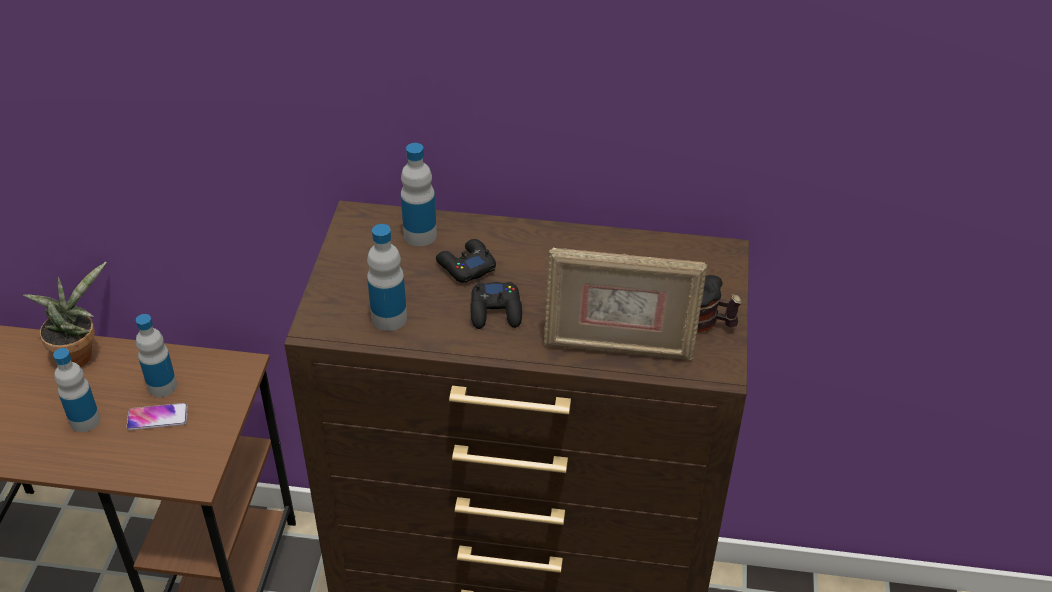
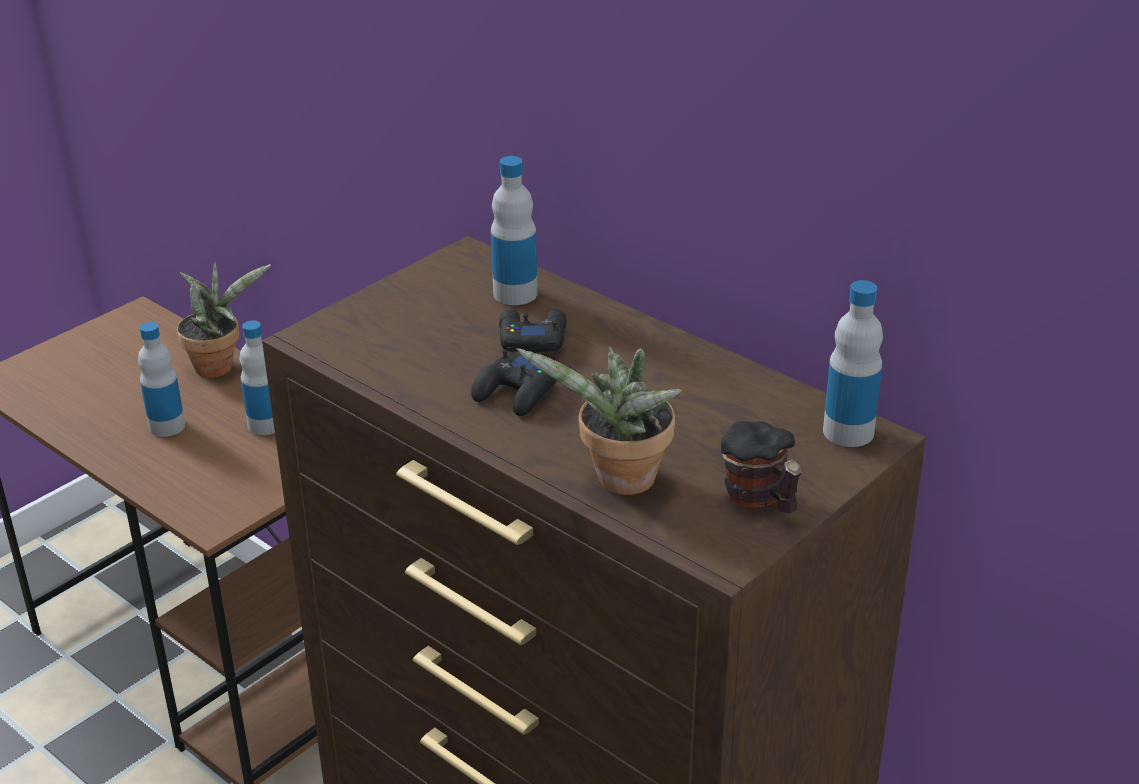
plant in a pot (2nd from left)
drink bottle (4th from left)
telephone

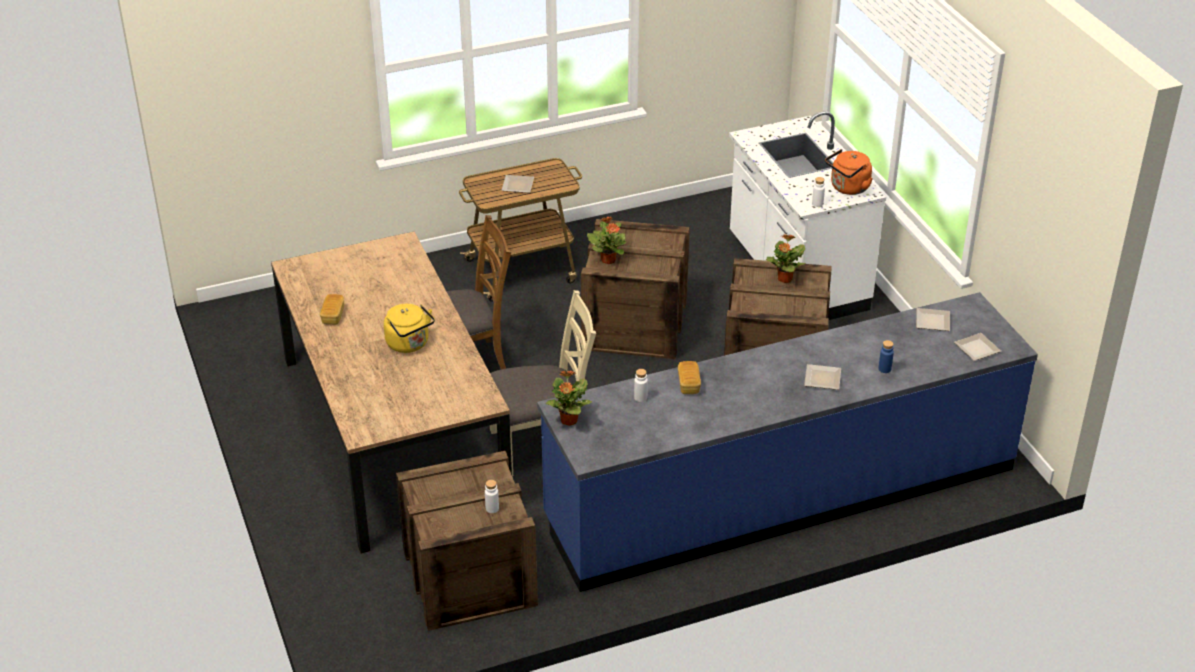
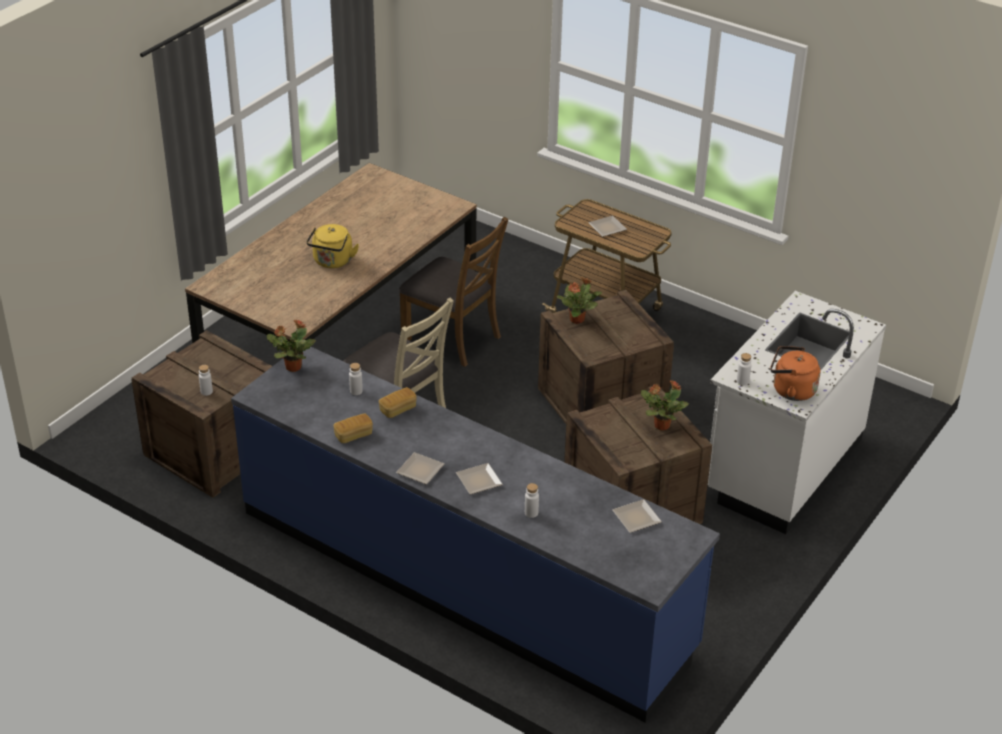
baked bread (1st from left)
dinner plate (1st from left)
drink bottle (white) (3rd from left)

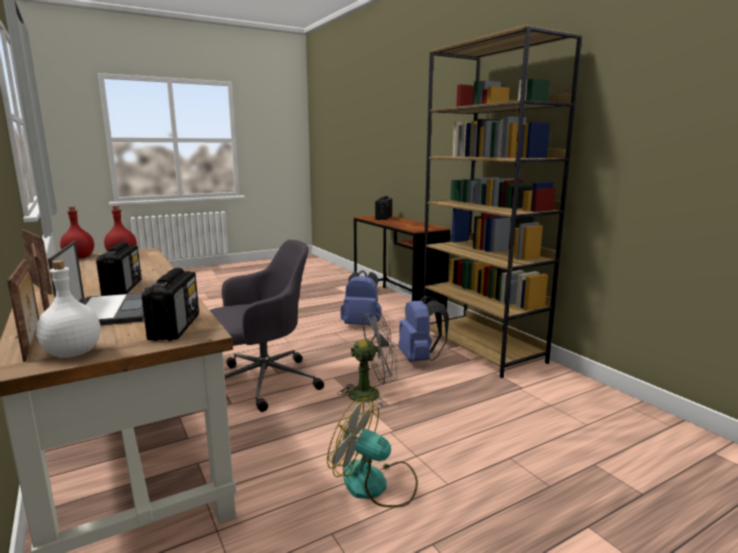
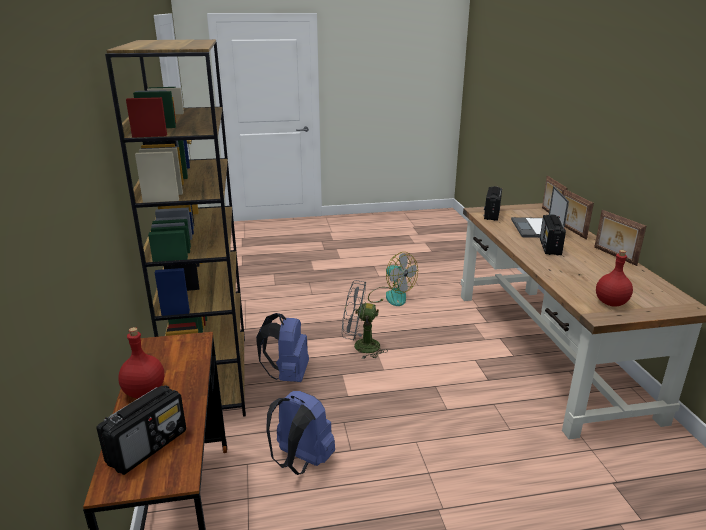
drink bottle (reddish) (1st from left)
drink bottle (white)
computer chair (grey)

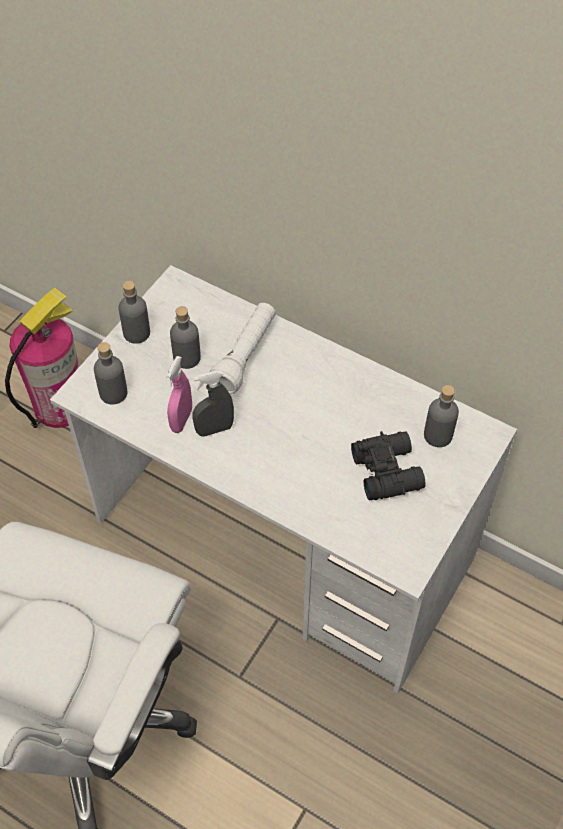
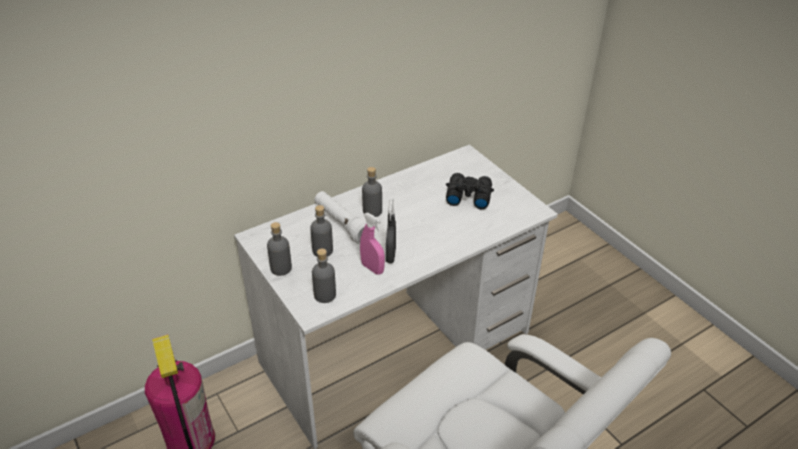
drink bottle (grey) (4th from left)

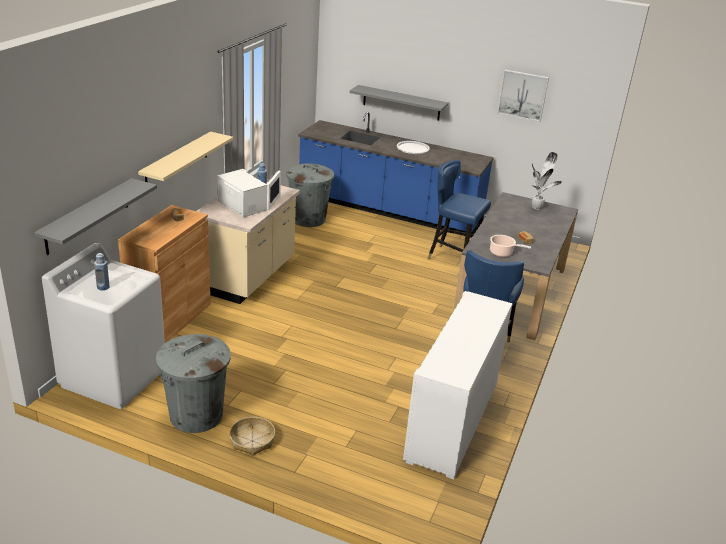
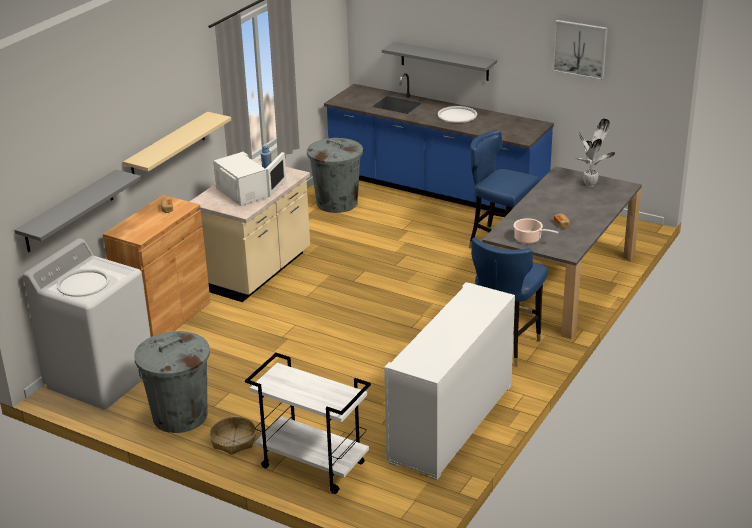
tray (white) (1st from left)
trolley (white)

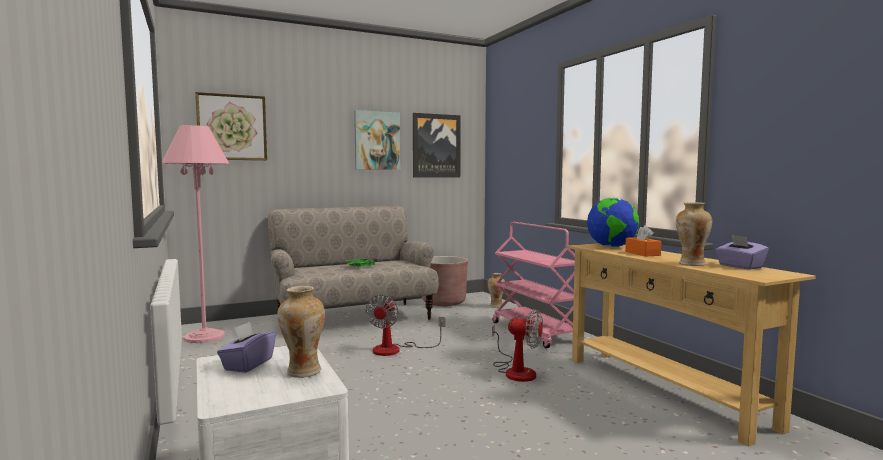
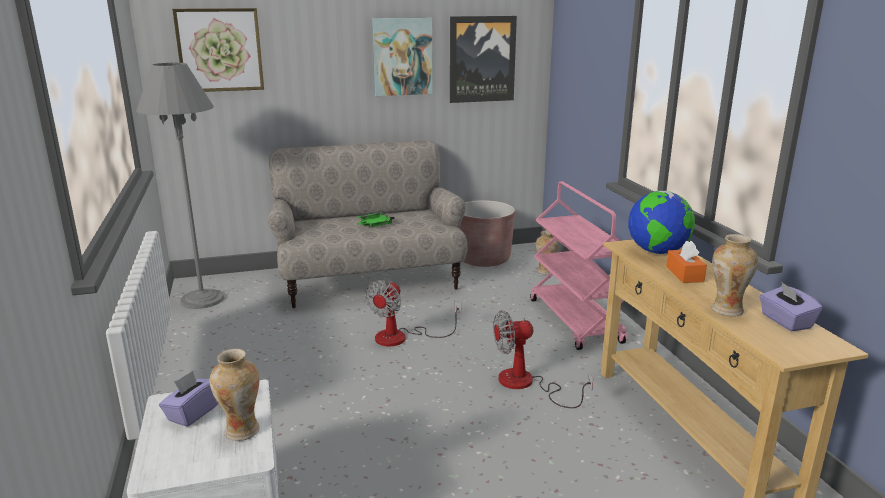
floor lamp (grey)
electric fan (2nd from left)

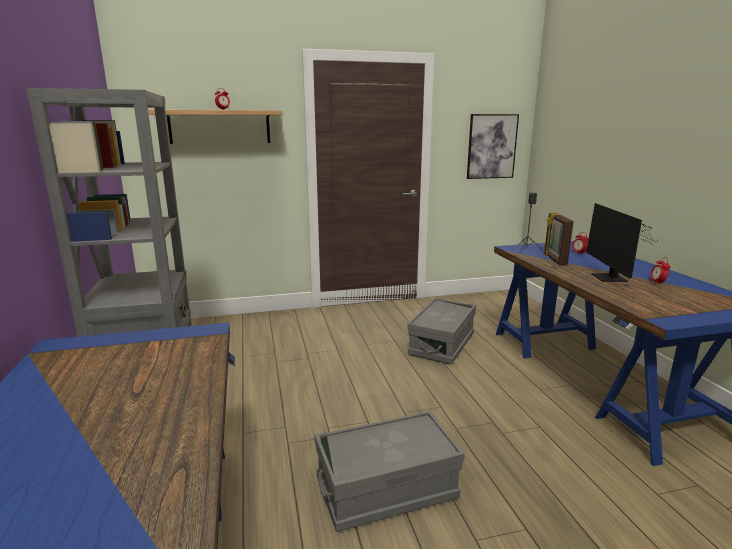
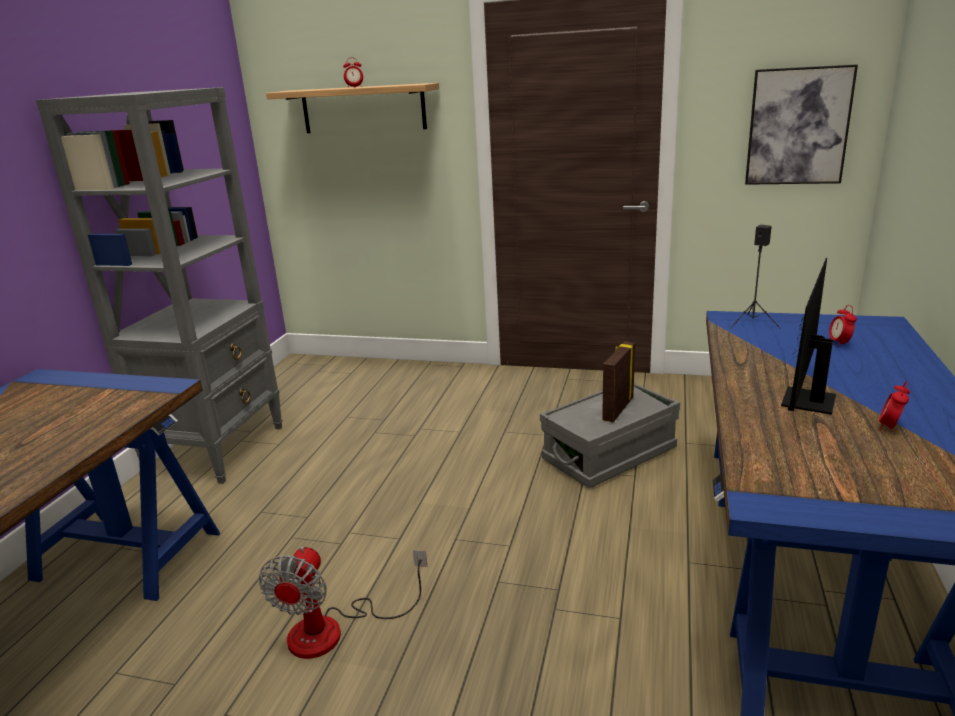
electric fan
photo frame

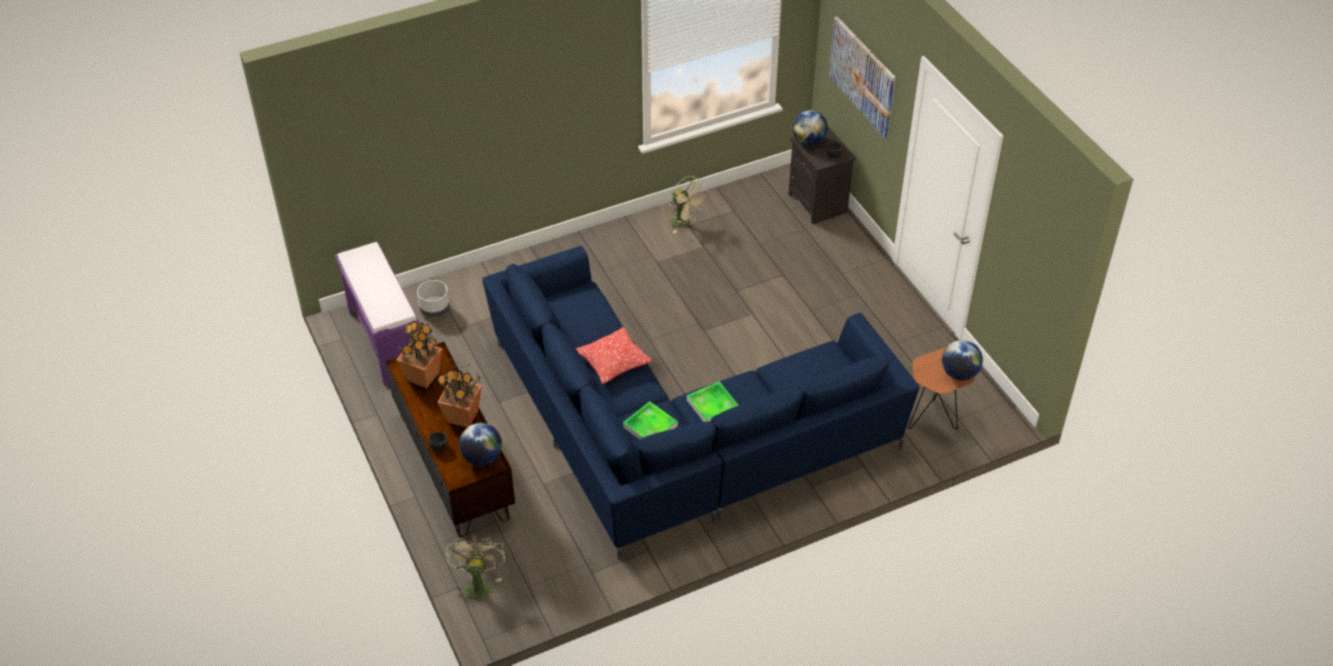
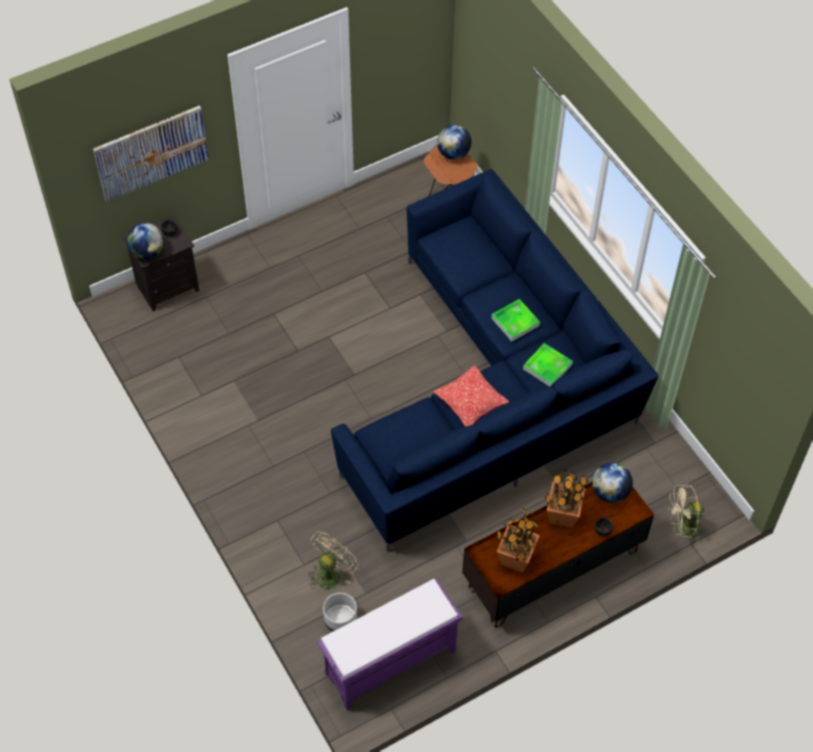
electric fan (sand-coloured) (1st from left)

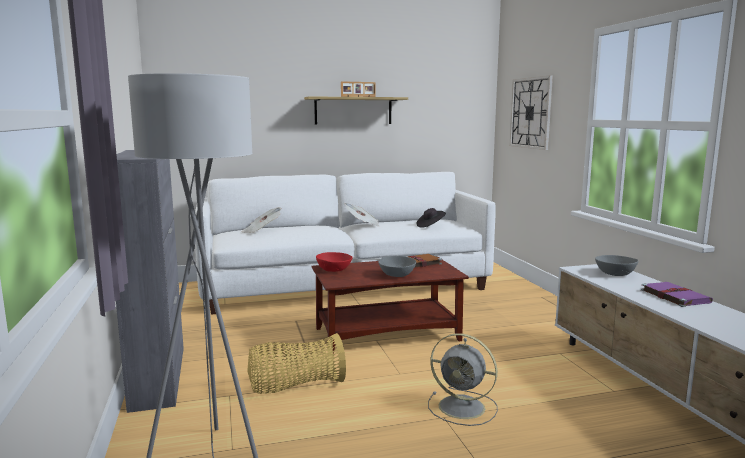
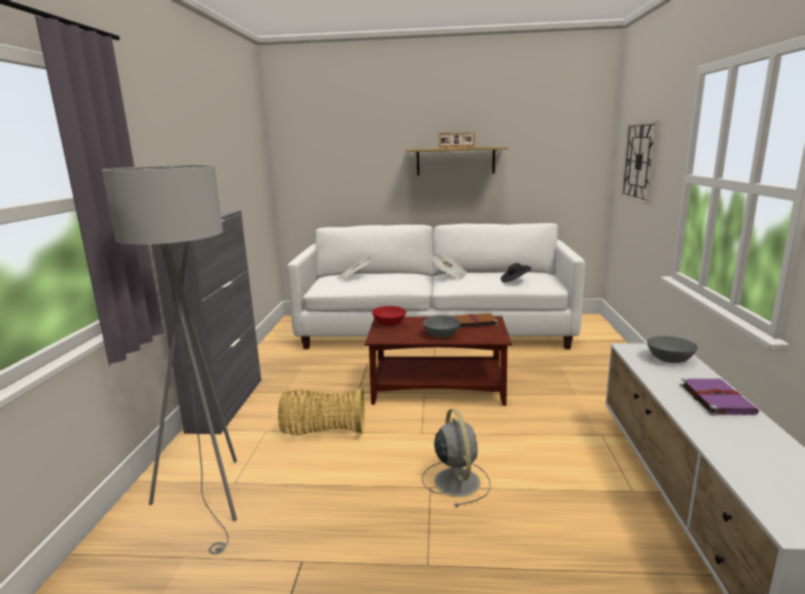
electric fan (grey)

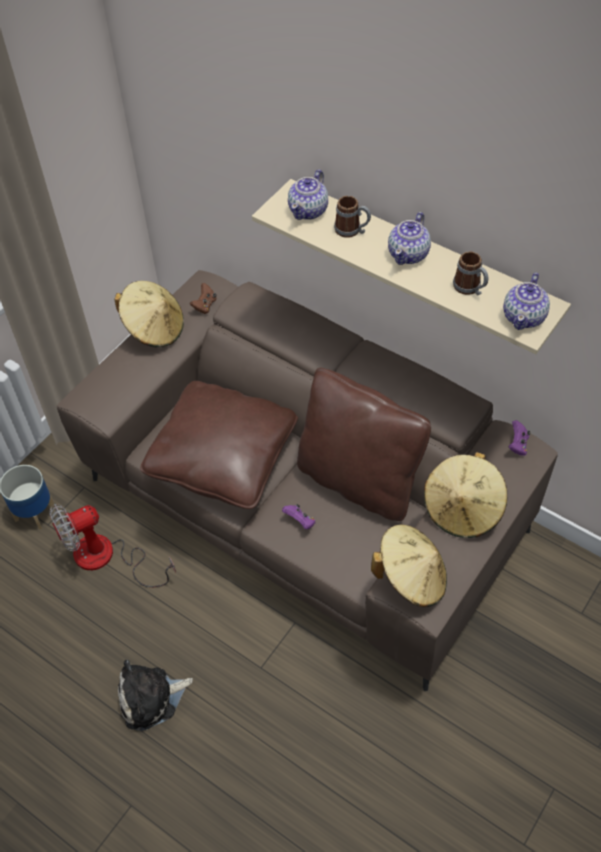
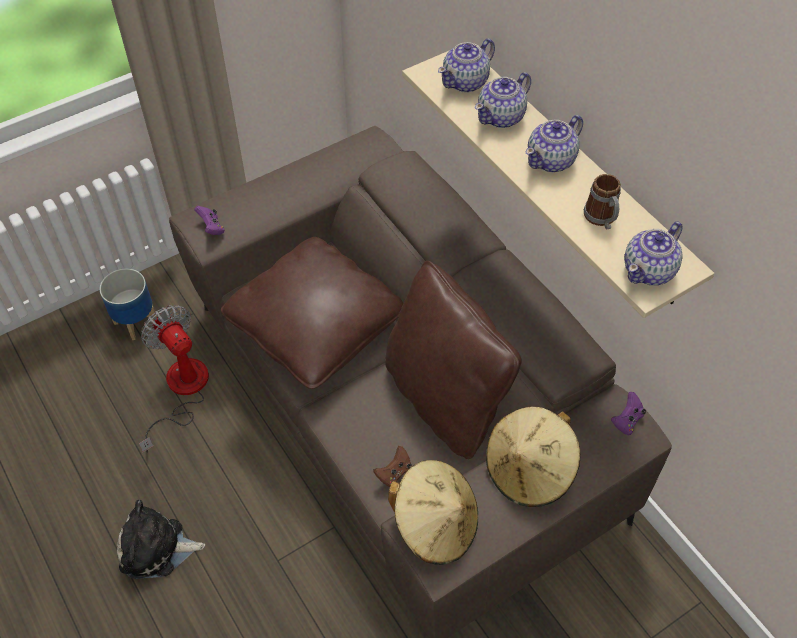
electric fan
joypad (purple) (1st from left)
joypad (brown-coloured)
pot for tea (2nd from left)
wearable hat (sand-coloured) (1st from left in the first image)

